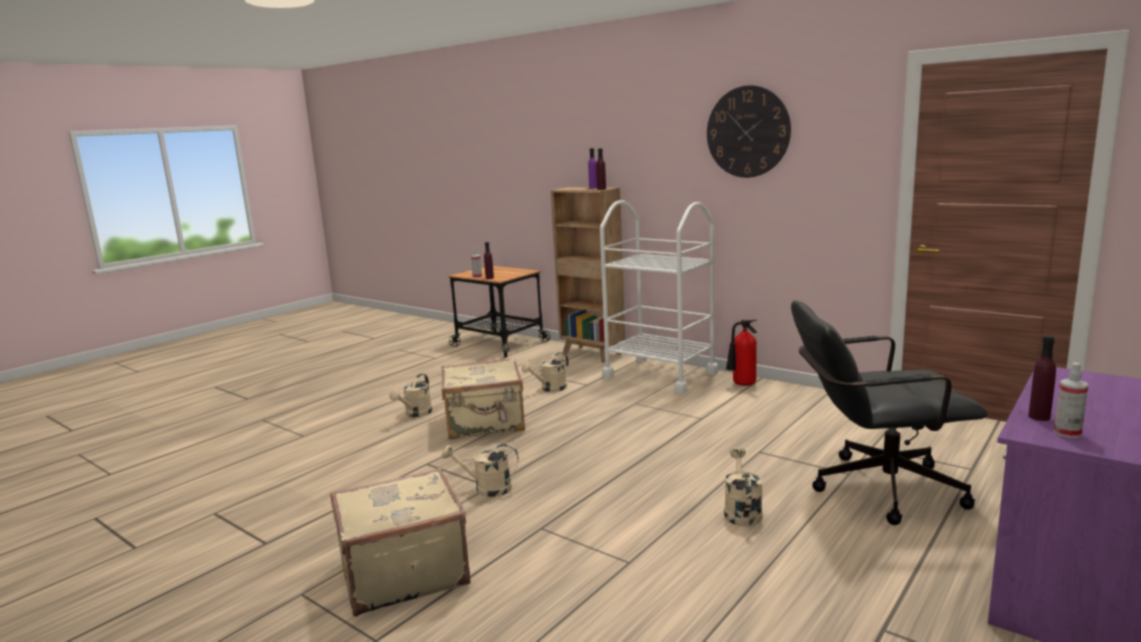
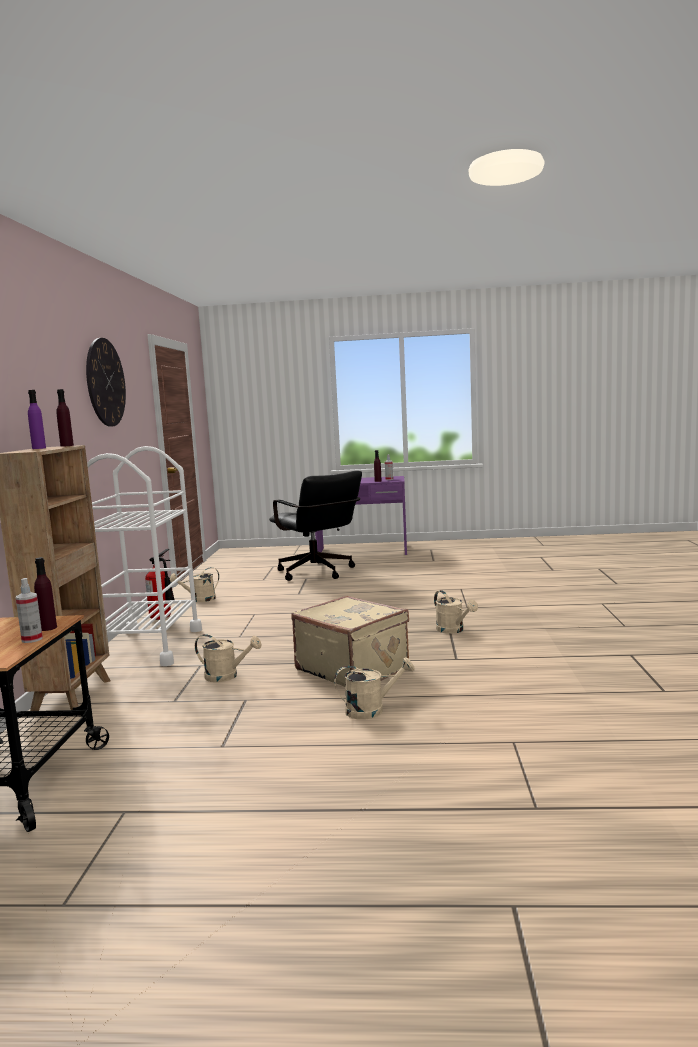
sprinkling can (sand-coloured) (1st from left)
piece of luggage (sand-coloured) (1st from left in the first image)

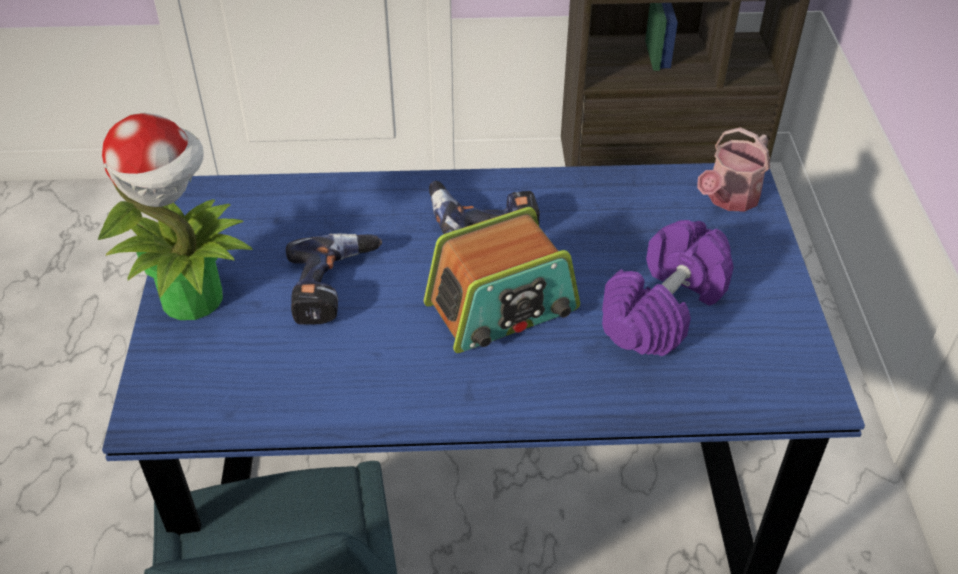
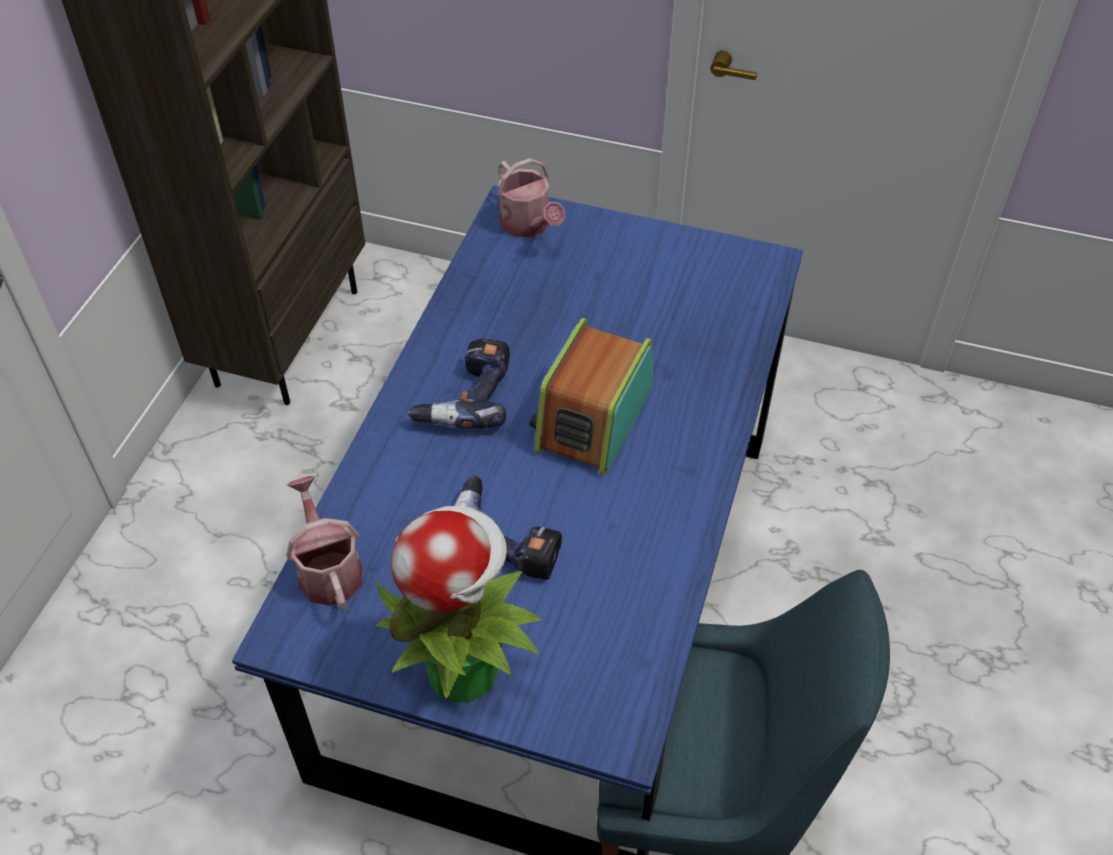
sprinkling can (1st from left)
radio
hand weight (purple)

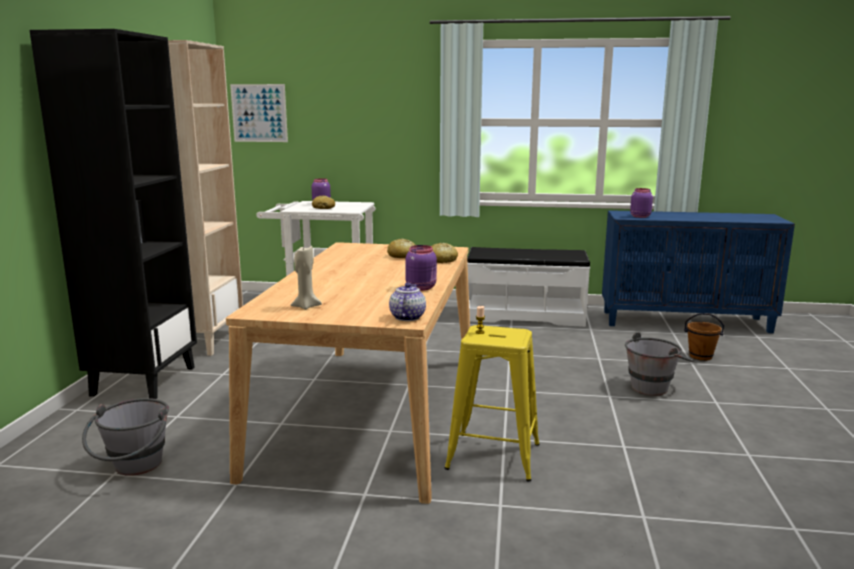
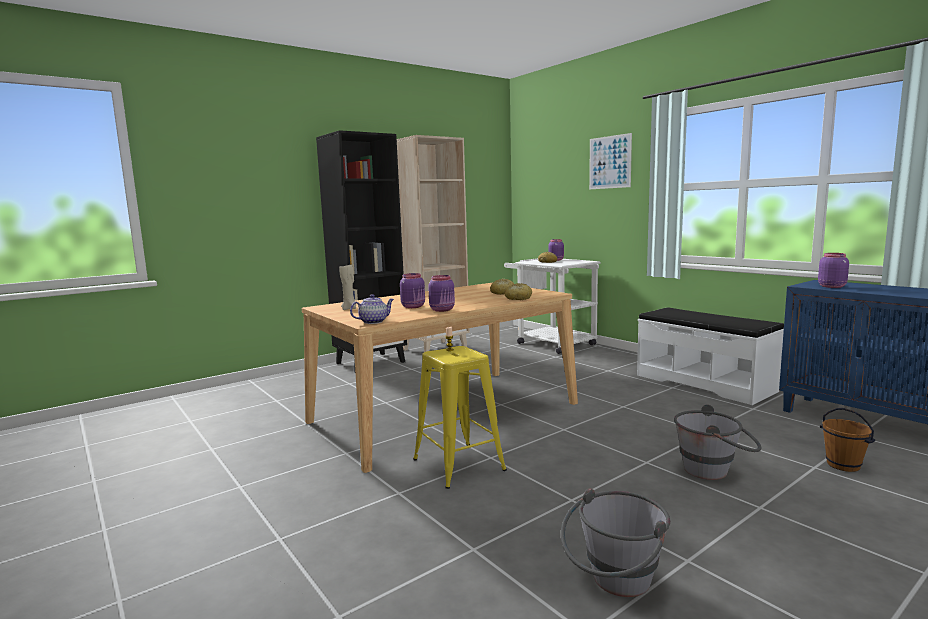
preserve jar (purple) (1st from left)
pail (grey) (1st from left)
picture

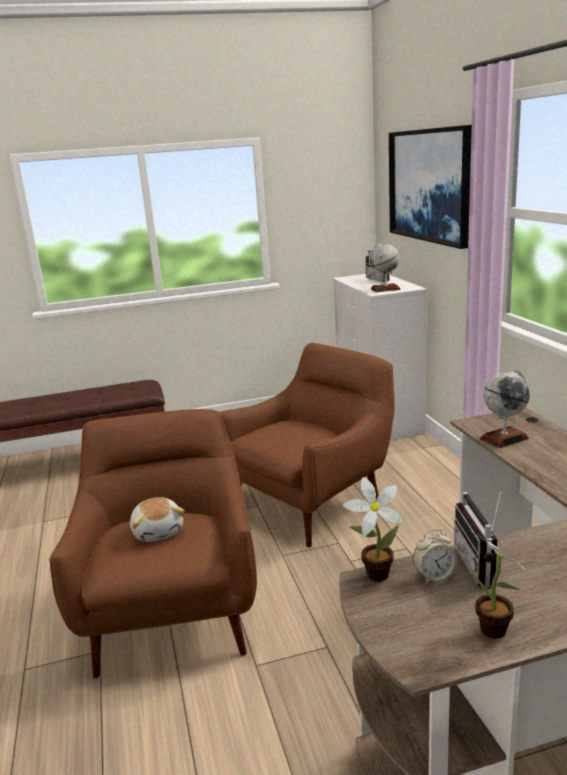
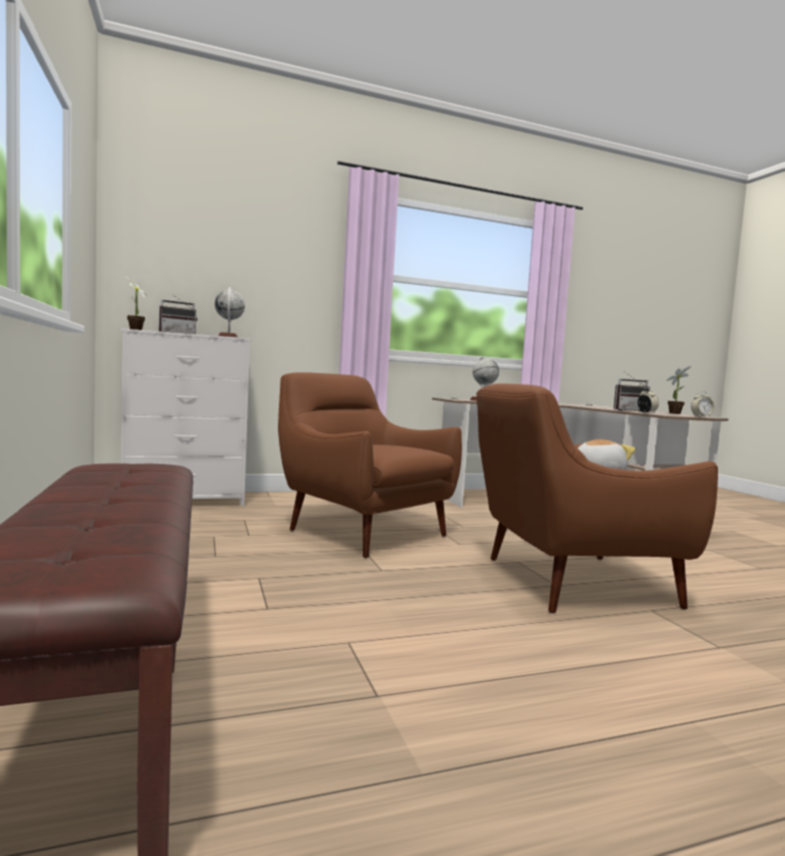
plant in a pot (1st from left)
bedside clock (2nd from left)
picture

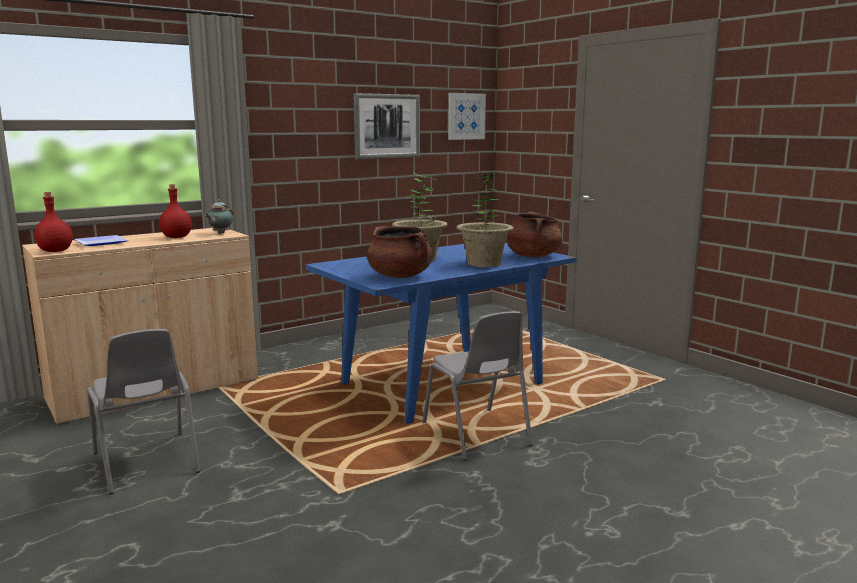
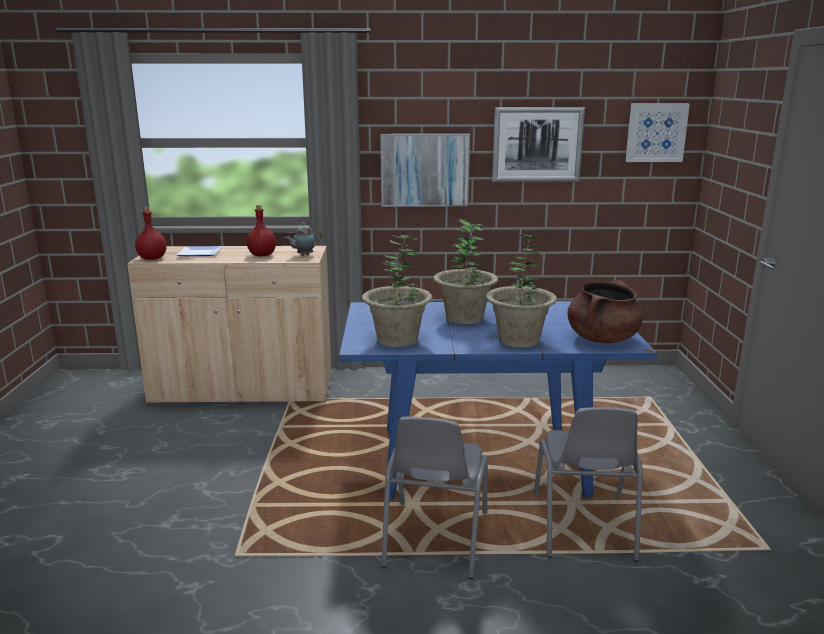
plant in a pot (1st from left)
picture (1st from left)
upright chair (grey) (2nd from left)

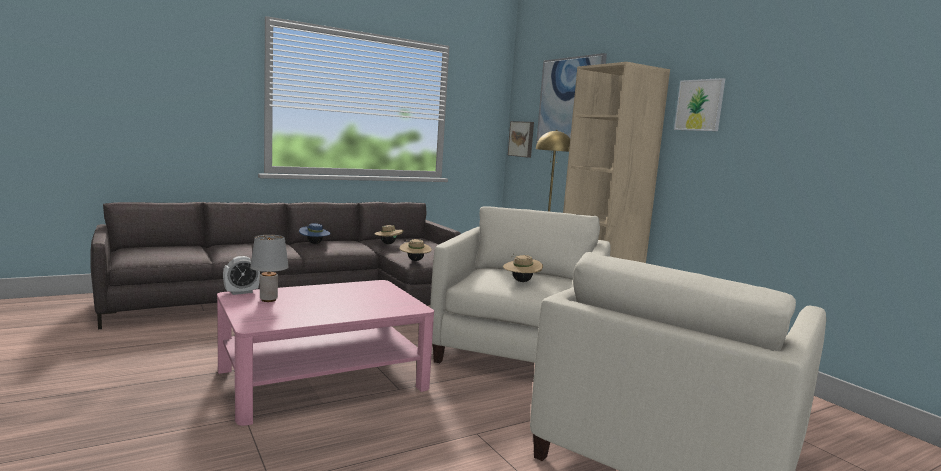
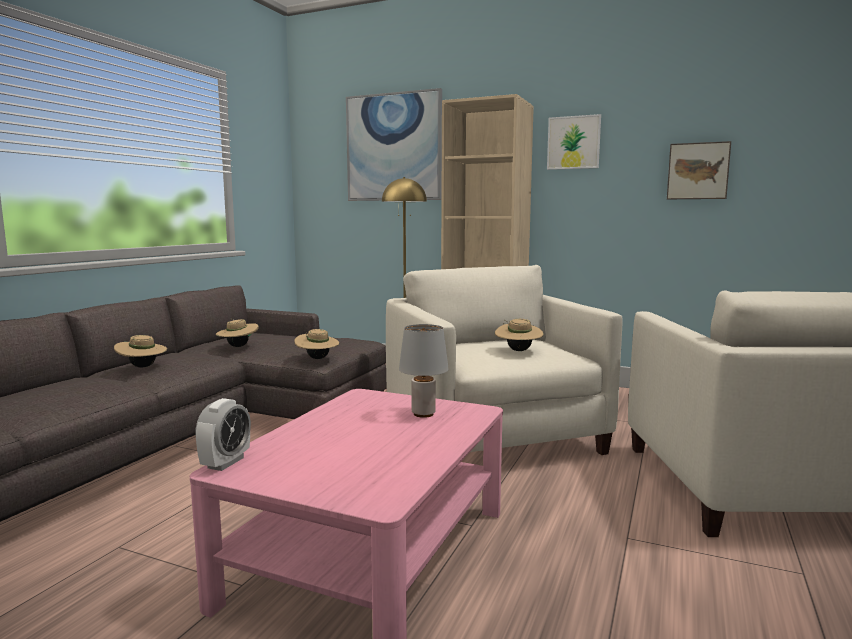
wearable hat (sand-coloured) (1st from left)
tabletop lamp (grey)
picture (3rd from left)

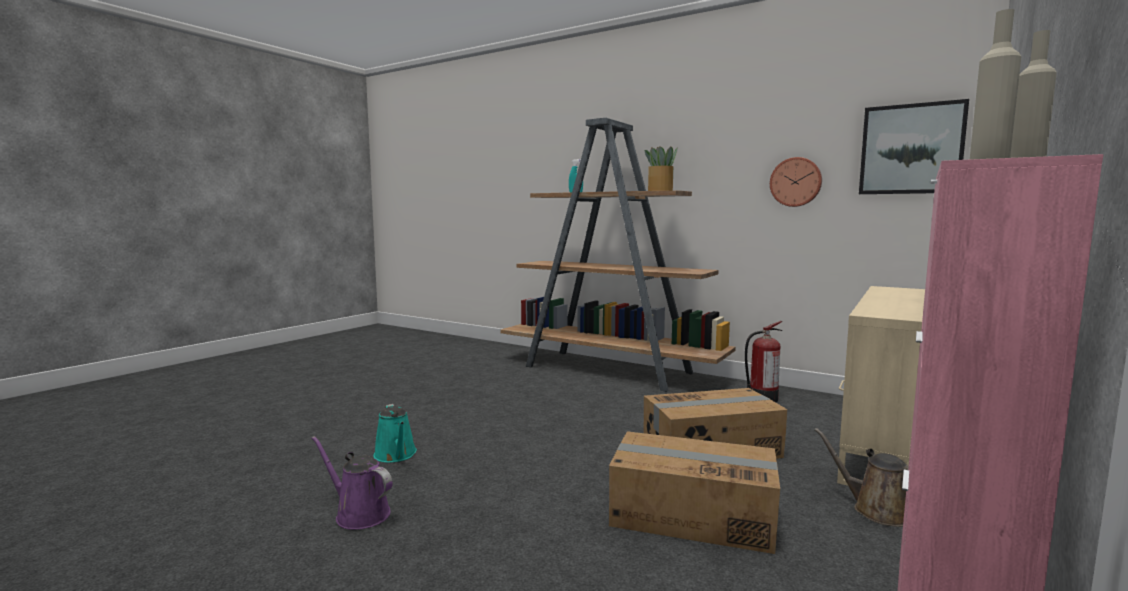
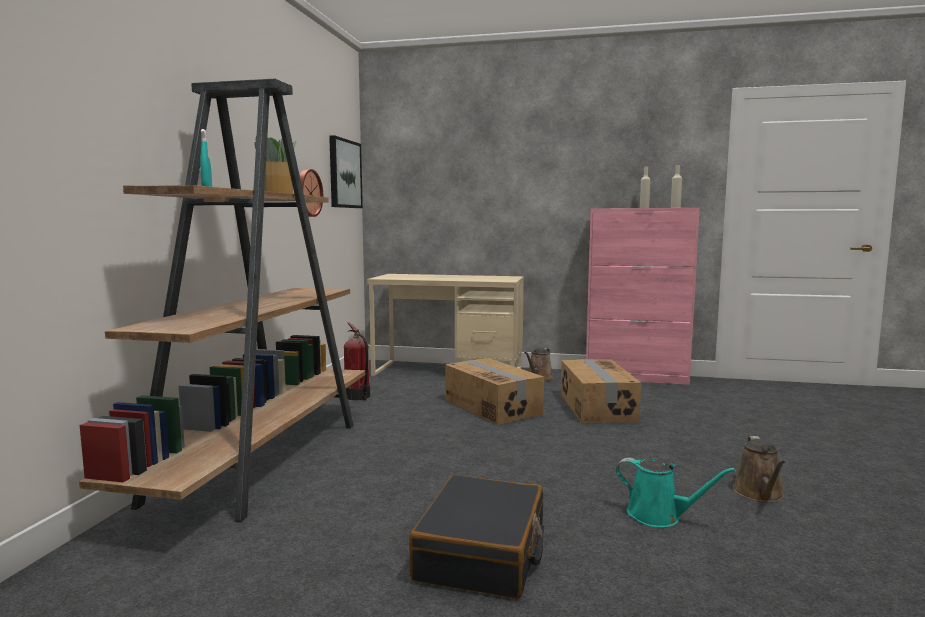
piece of luggage (black-coloured)
sprinkling can (turquoise-coloured)
sprinkling can (brown-coloured) (2nd from left)

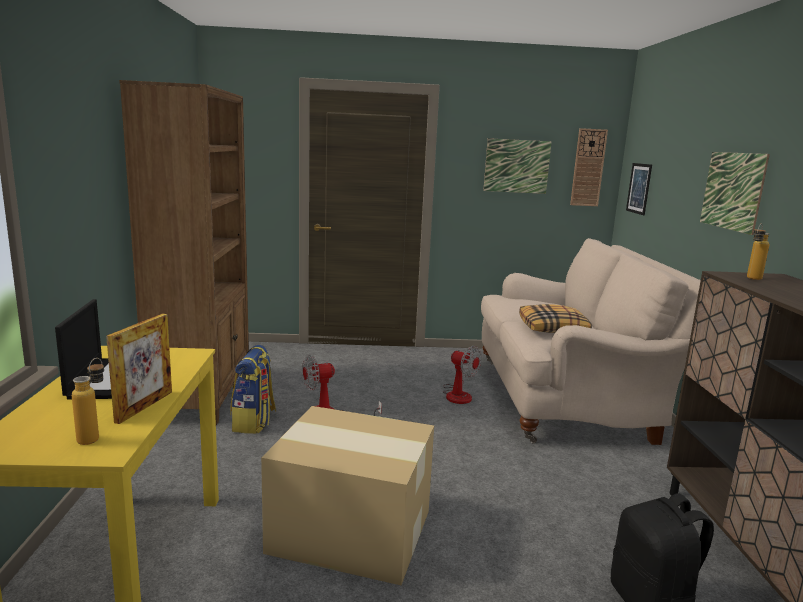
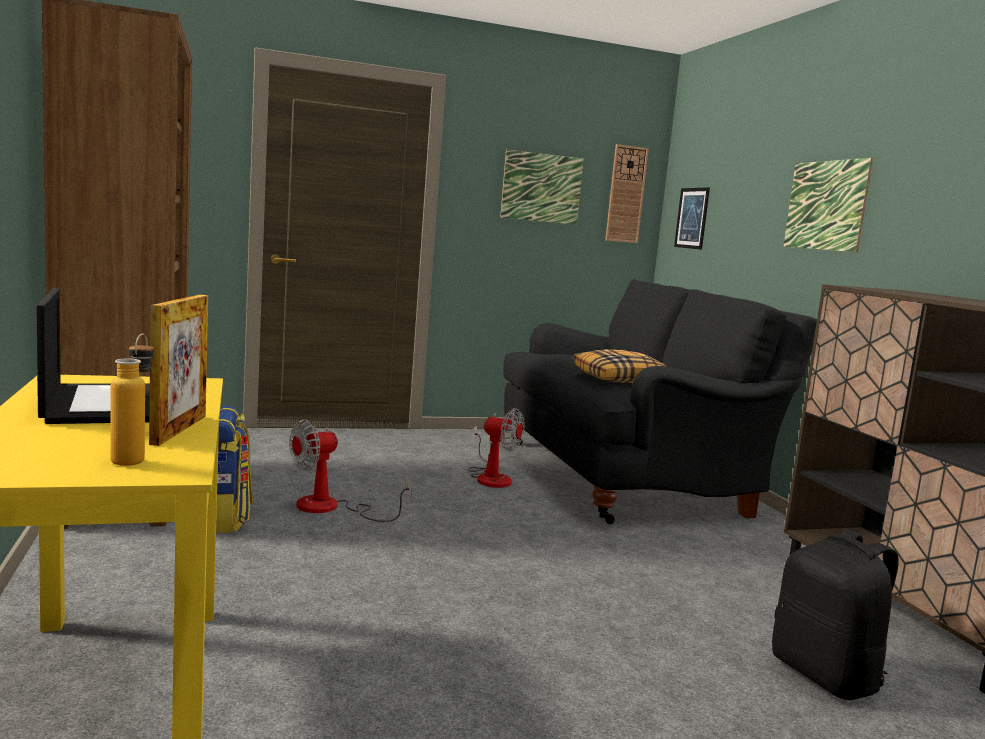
couch (black-coloured)
cardboard box
drink bottle (2nd from left in the first image)

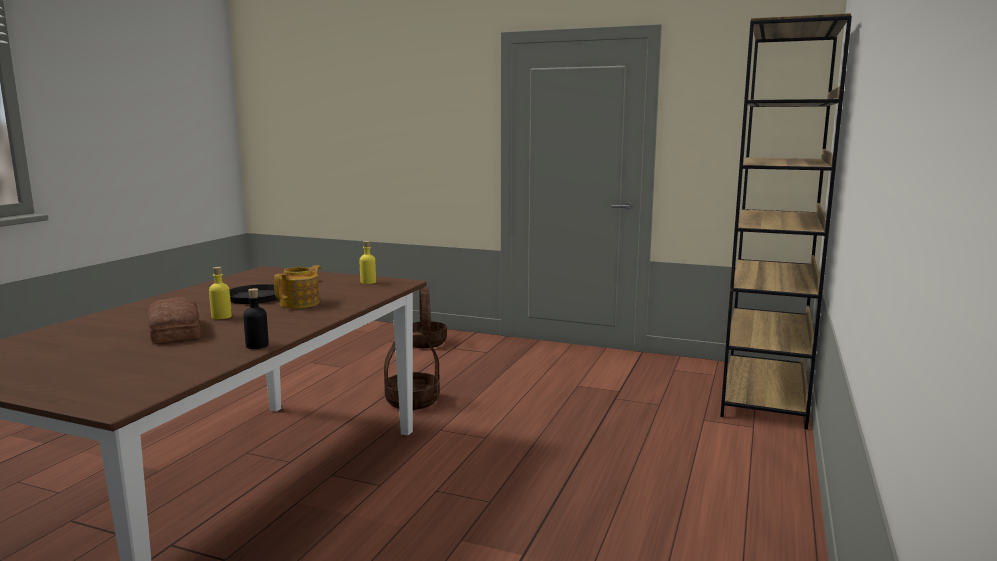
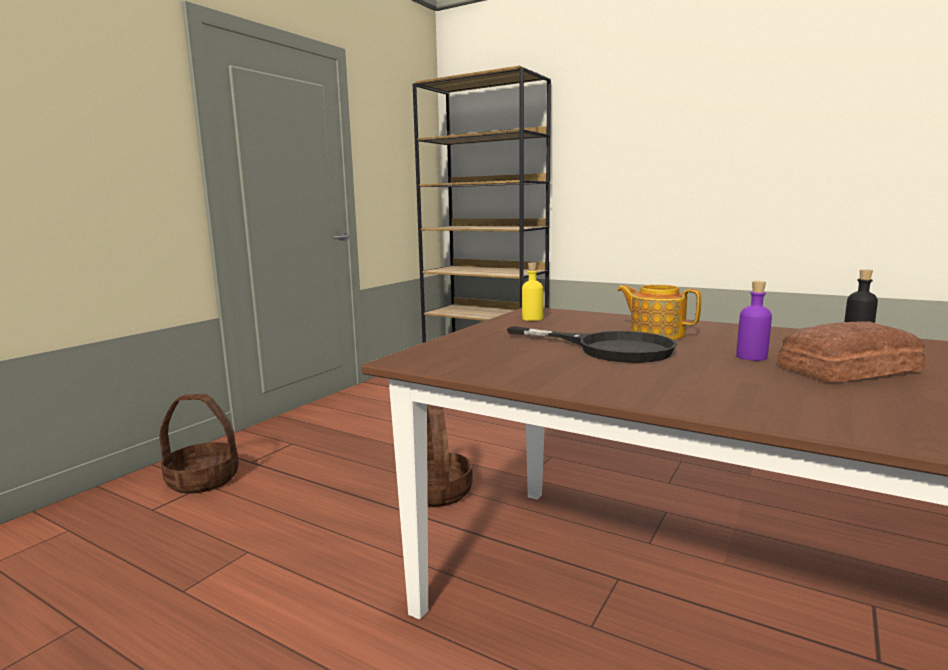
drink bottle (purple)

